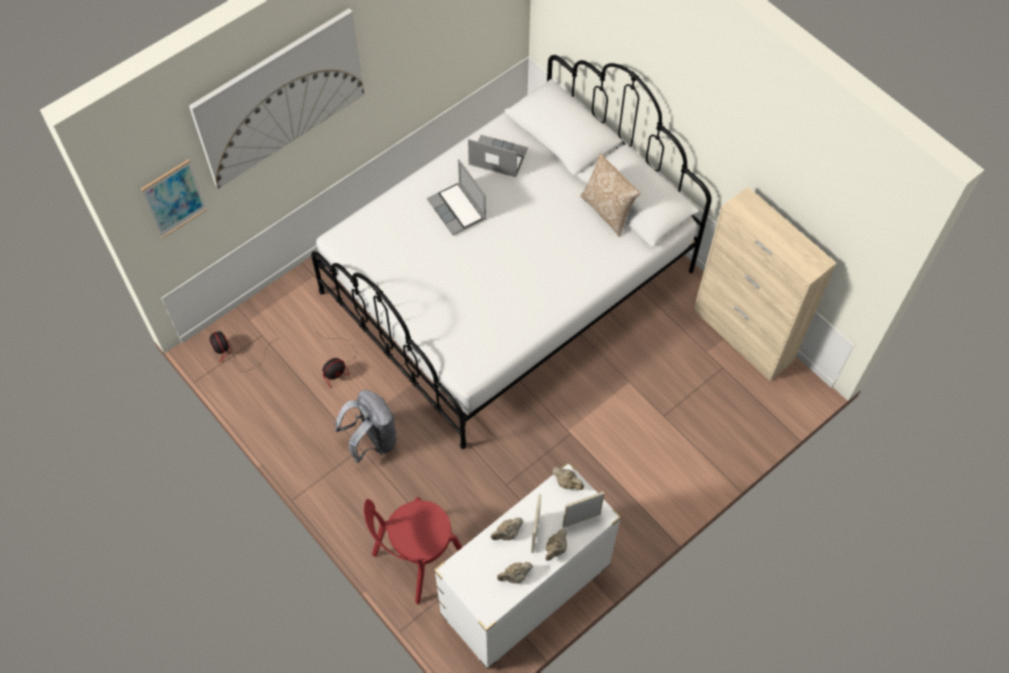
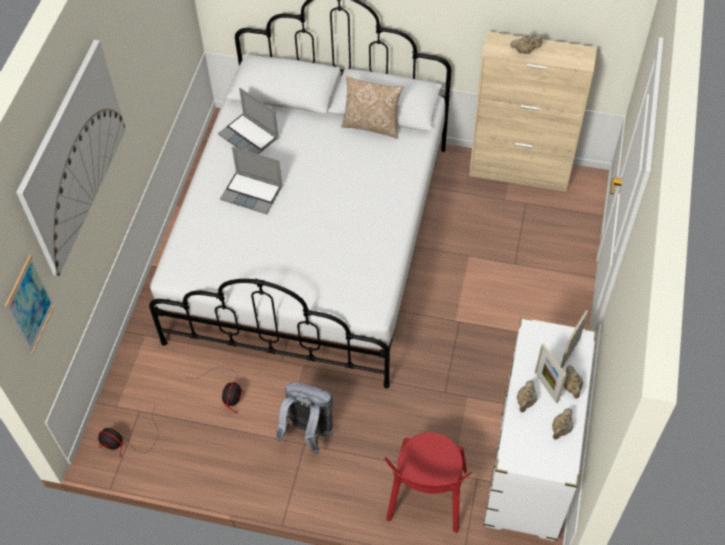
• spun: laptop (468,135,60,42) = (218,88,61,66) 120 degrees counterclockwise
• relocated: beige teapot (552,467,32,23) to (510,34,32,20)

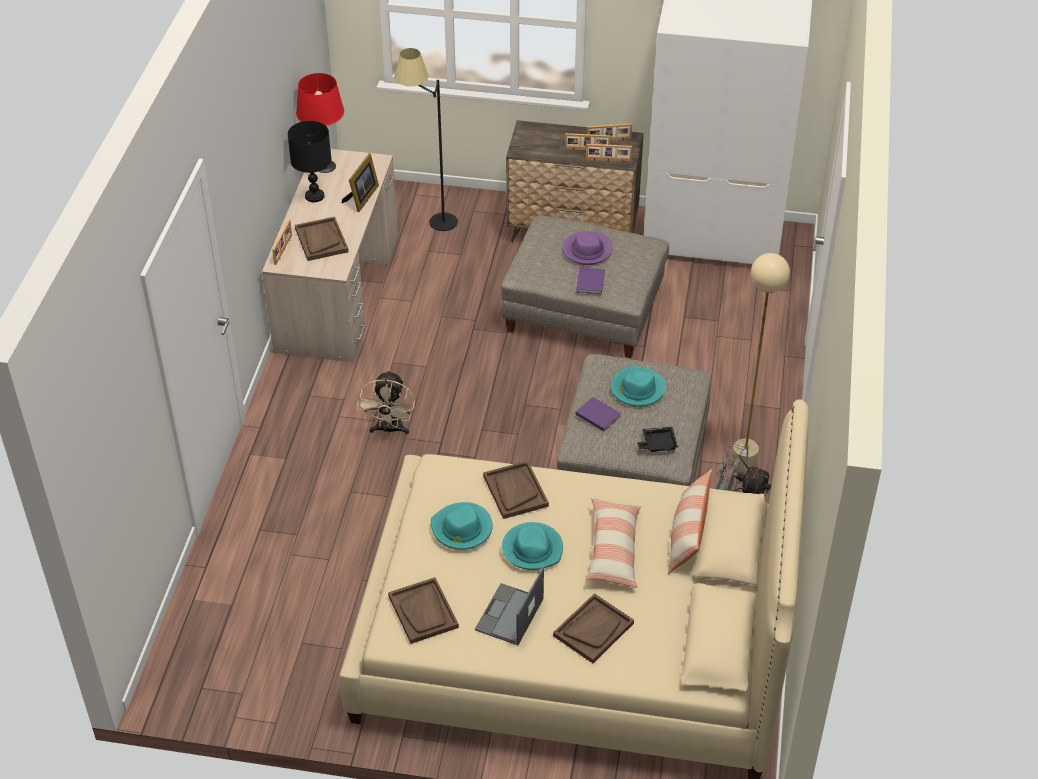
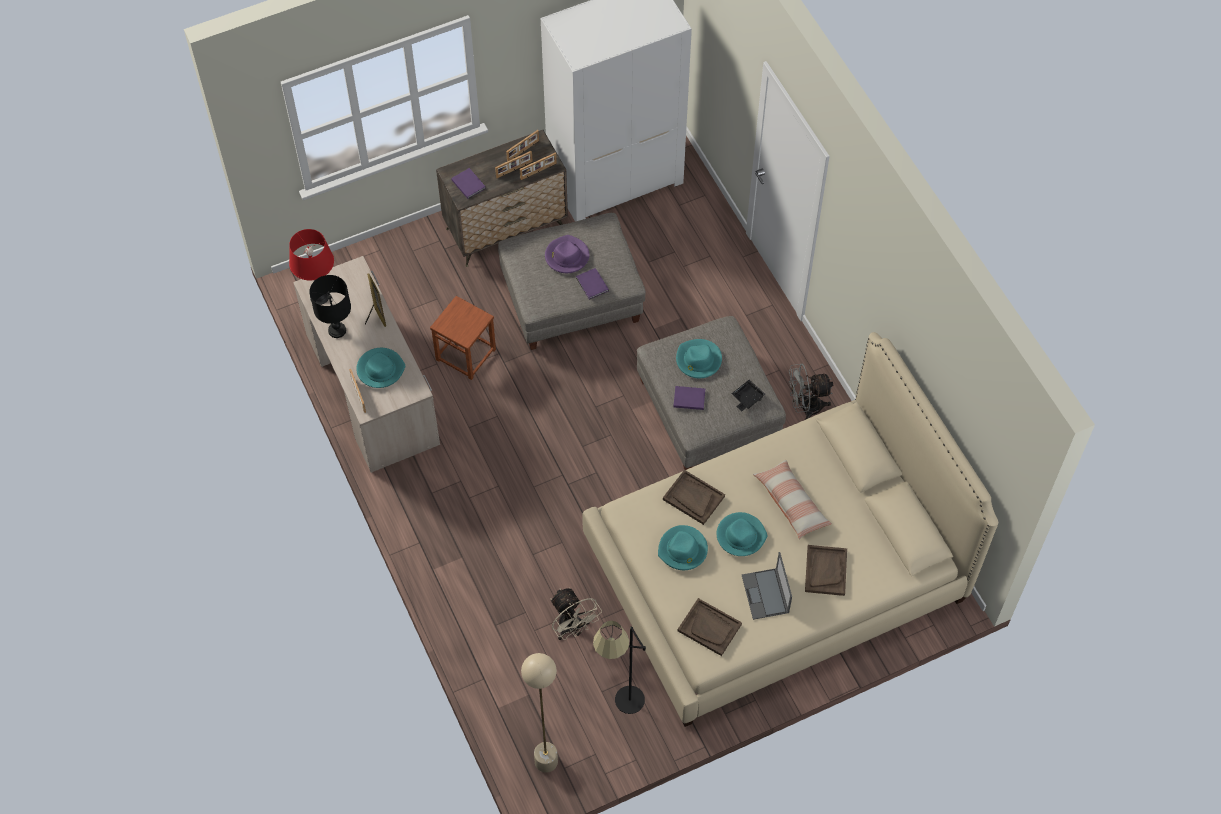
• exchanged: brown tray (295,217,54,44) to turquoise hat (356,348,49,40)
• relocated: beige fan (357,370,58,65) to (550,588,52,52)
• relocated: black floor lamp (394,48,64,183) to (593,621,53,93)
• missing: pillow (668,469,44,105)
• relocated: beige floor lamp (731,253,59,222) to (521,653,37,120)
• appeared: brown stool (430,296,66,84)
• appeared: purple book (451,168,35,31)

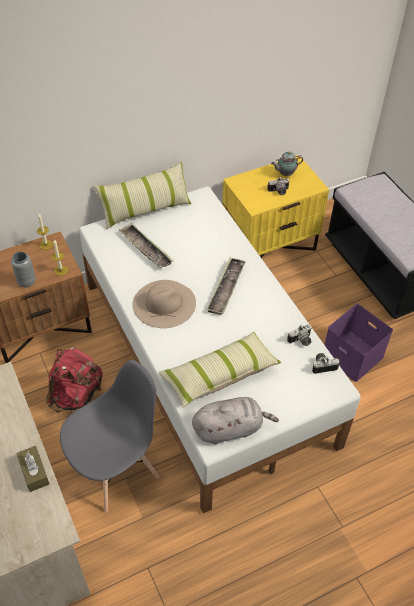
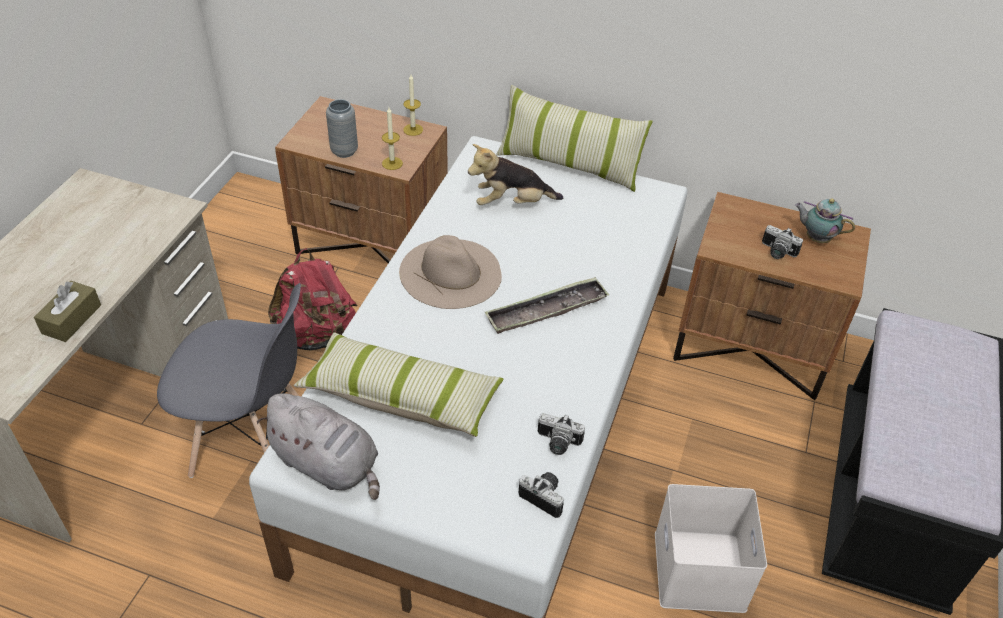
• exchanged: tray (119,223,55,45) to plush toy (468,144,95,61)
• colour: yellow nightstand (222,155,107,103) to brown nightstand (673,192,198,208)
• colour: purple storage box (324,304,69,78) to white storage box (655,484,112,129)

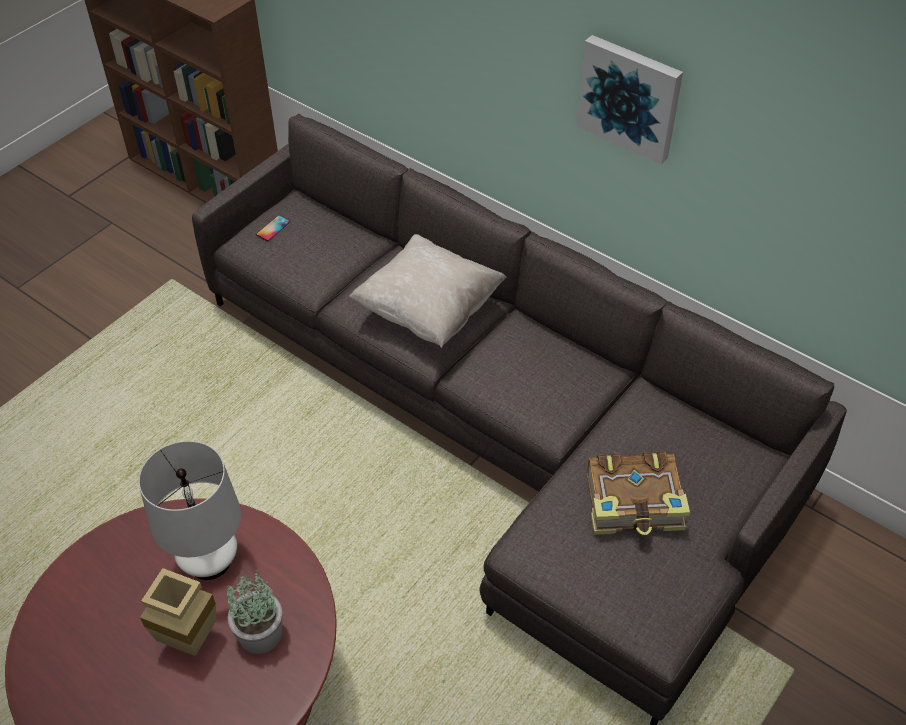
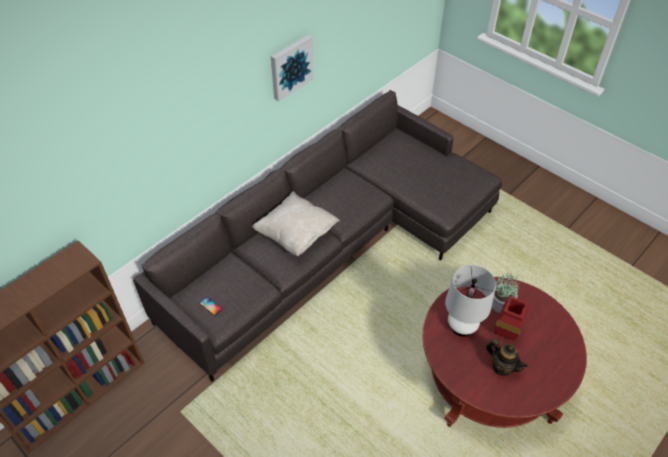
• colour: beige vase (140,568,76,88) to red vase (495,296,33,45)
• missing: book (587,451,103,84)
• appeared: teapot (486,339,42,37)

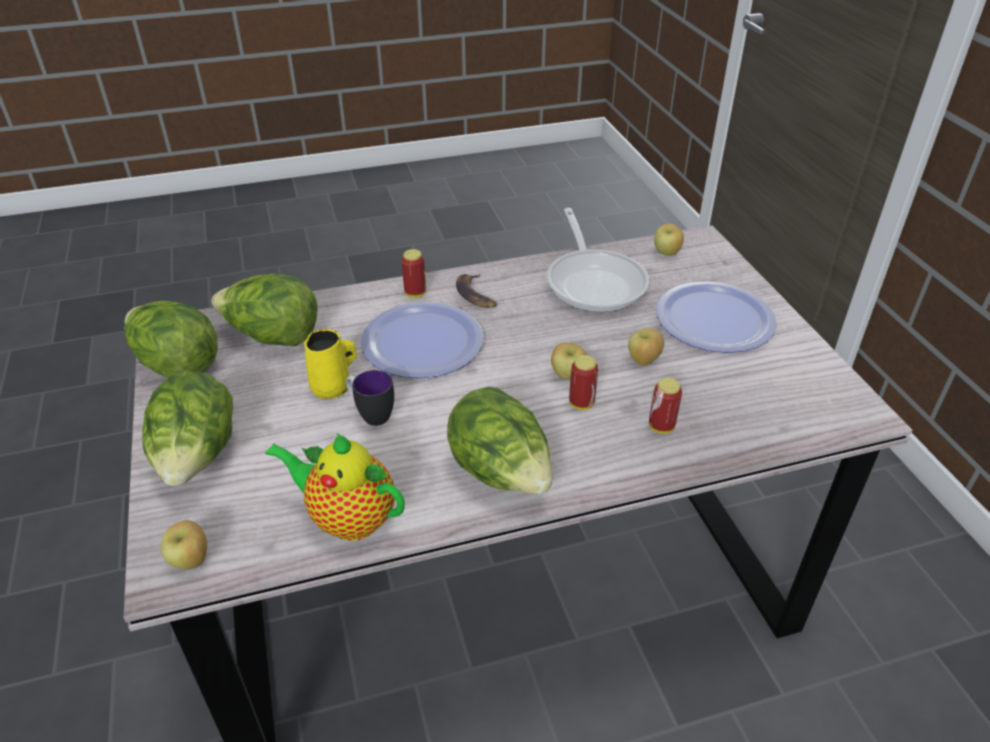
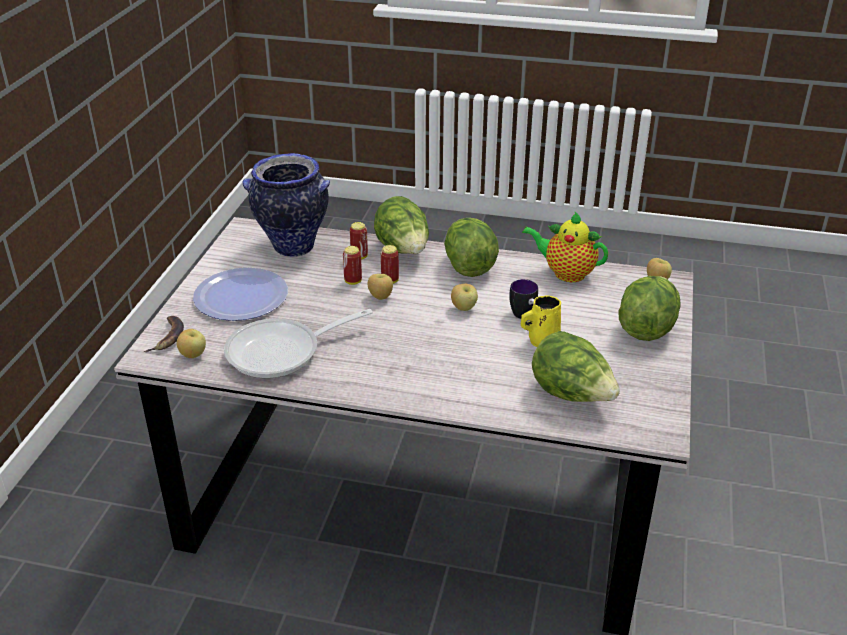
• relocated: lettuce (124,301,94,77) to (374,196,55,58)
• spun: teapot (265,433,140,108) = (522,212,86,70) 150 degrees clockwise
• missing: plate (361,302,123,76)
• relocated: can (402,249,24,49) to (343,246,19,39)
• relocated: banana (456,274,41,34) to (144,316,40,36)
• spun: frying pan (546,208,103,104) = (224,309,149,70) 135 degrees counterclockwise
• relocated: apple (628,328,36,38) to (451,284,27,27)
• appeared: vase (243,153,87,104)

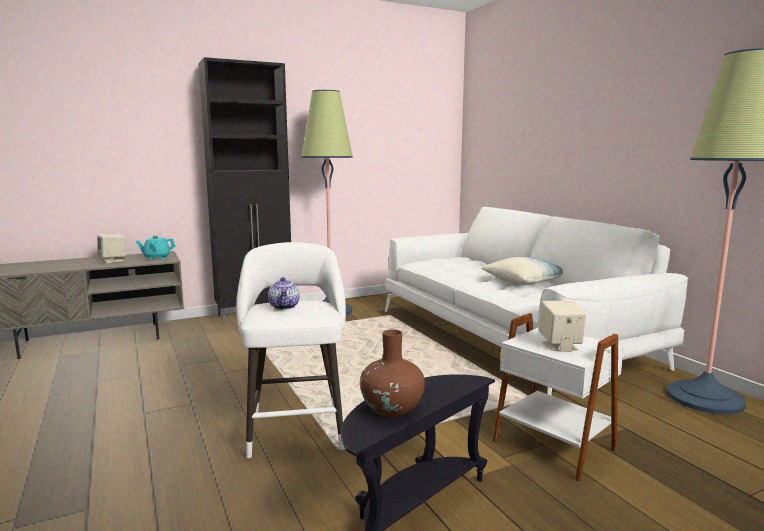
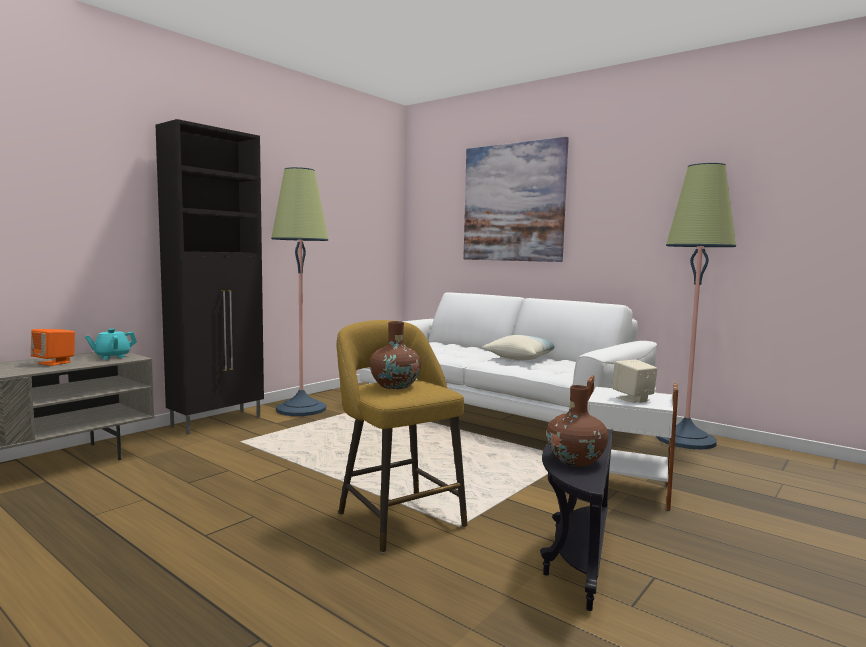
• colour: beige speaker (97,234,29,29) to orange speaker (31,329,44,37)
• colour: white stool (236,242,110,217) to yellow stool (337,320,130,233)
• exchanged: teapot (268,277,32,33) to brown vase (370,321,51,68)
• appeared: picture (463,137,106,125)

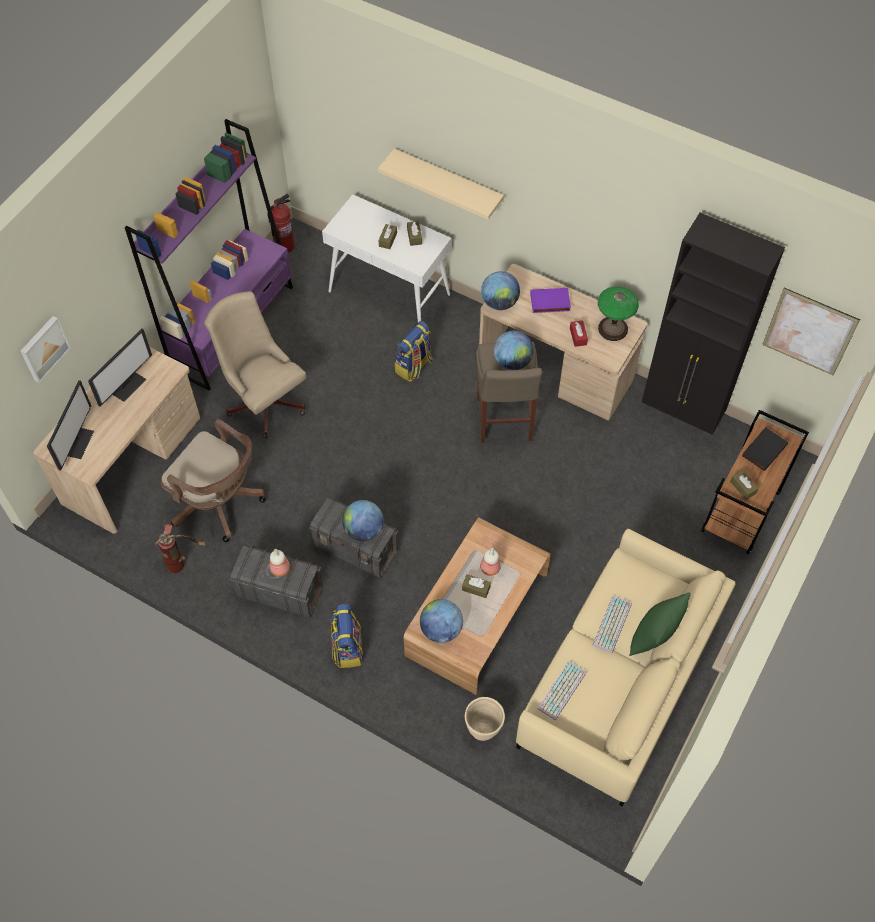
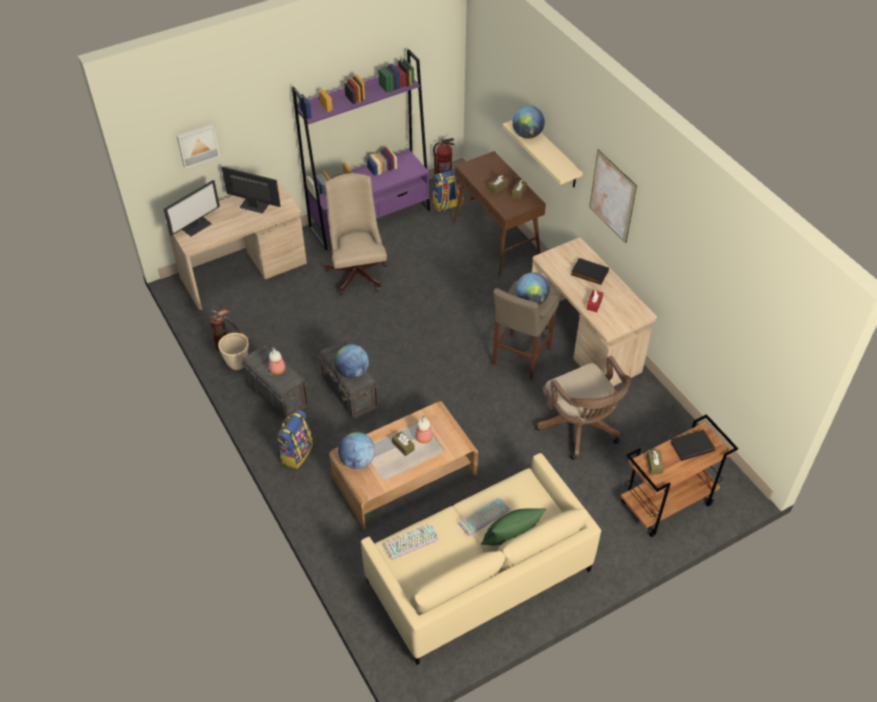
• spun: monitor (88,329,64,78) = (222,167,59,47) 135 degrees counterclockwise
• relocated: brown office chair (161,419,105,123) to (535,356,96,104)
• colour: white console table (322,194,129,129) to brown console table (453,151,93,125)
• relocated: backpack (395,321,37,61) to (433,169,31,43)
• relocated: beige planter (465,697,40,44) to (218,333,31,37)
• relocated: globe (481,271,39,39) to (512,106,33,33)
• colour: purple book (530,288,41,25) to black book (571,258,38,27)
• missing: table lamp (598,286,41,55)
• missing: black cabinet (642,213,143,228)
• relocated: picture (762,288,98,88) to (589,150,48,93)

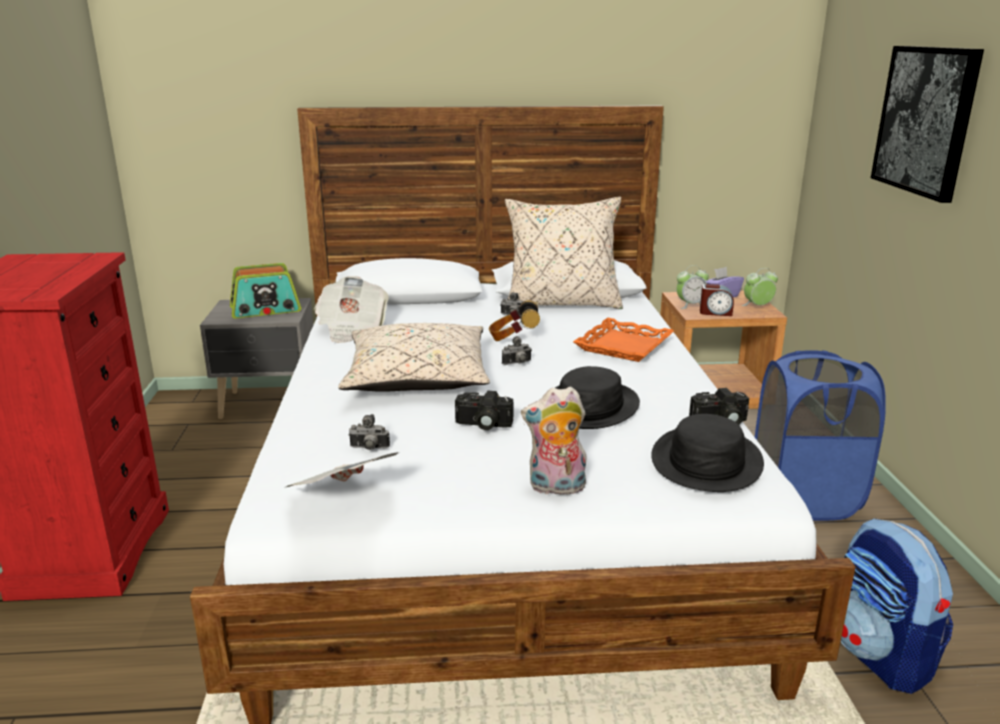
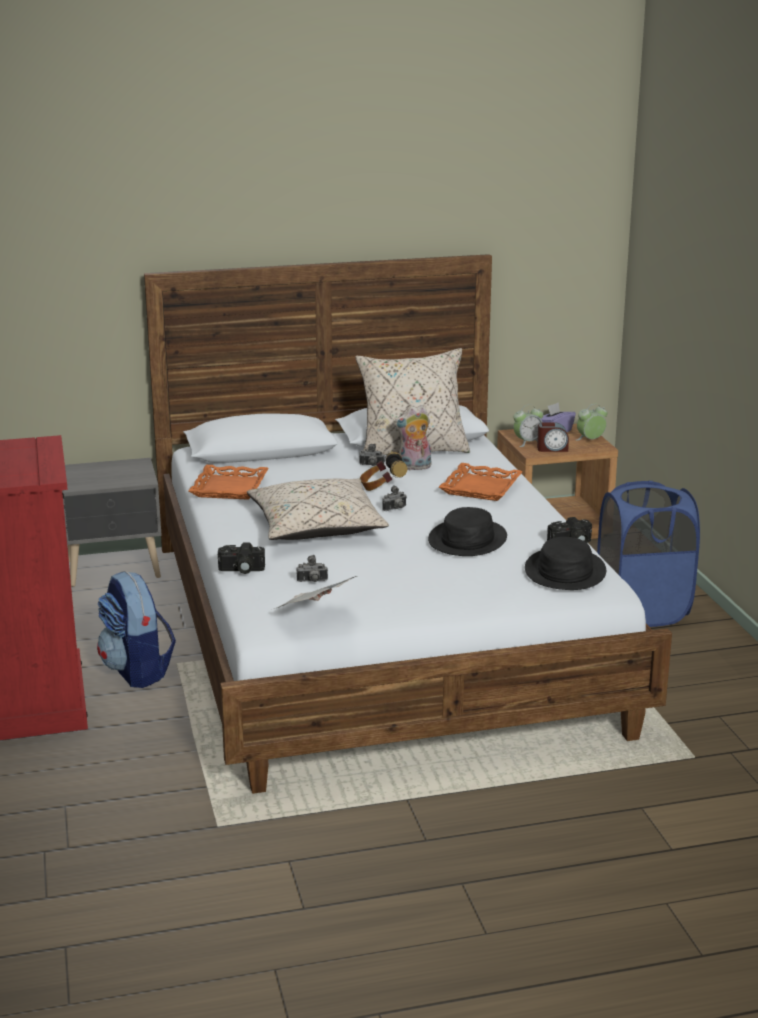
• missing: radio (230,263,71,55)
• exchanged: newspaper (314,276,75,67) to orange tray (189,465,80,35)
• relocated: photo camera (455,391,59,39) to (218,543,47,31)
• relocated: plush toy (521,386,66,109) to (394,405,37,65)
• relocated: backpack (841,518,112,176) to (97,571,79,117)
• missing: picture (871,46,113,157)

